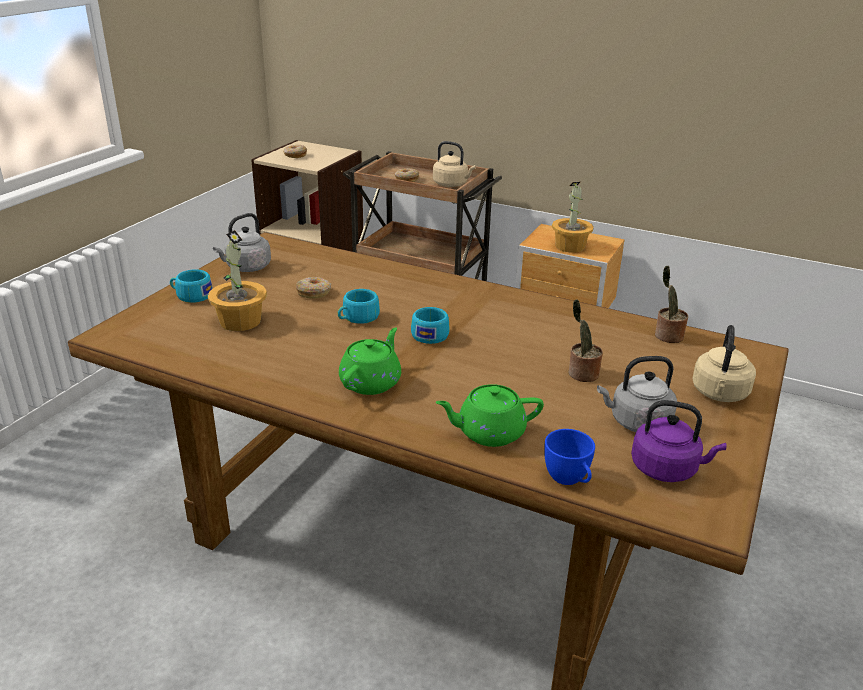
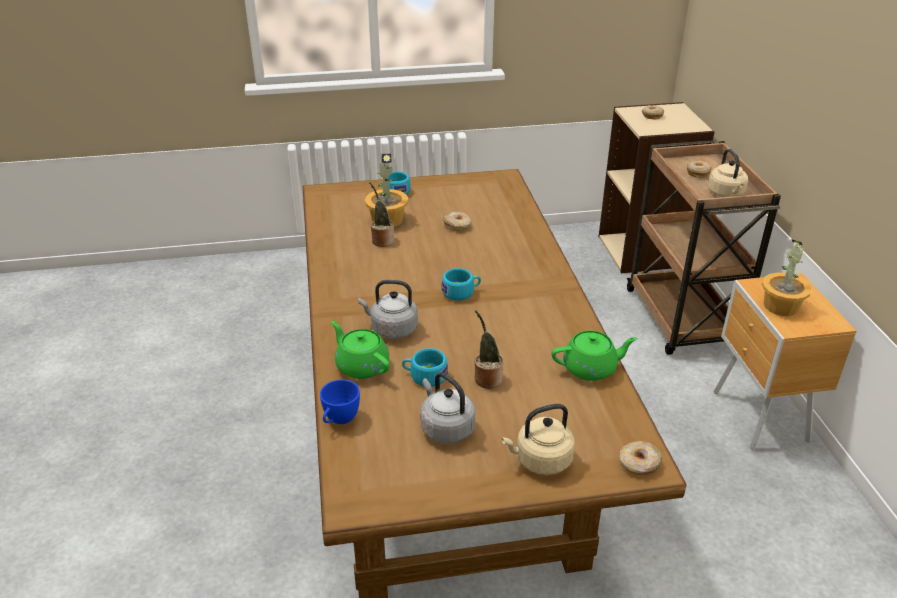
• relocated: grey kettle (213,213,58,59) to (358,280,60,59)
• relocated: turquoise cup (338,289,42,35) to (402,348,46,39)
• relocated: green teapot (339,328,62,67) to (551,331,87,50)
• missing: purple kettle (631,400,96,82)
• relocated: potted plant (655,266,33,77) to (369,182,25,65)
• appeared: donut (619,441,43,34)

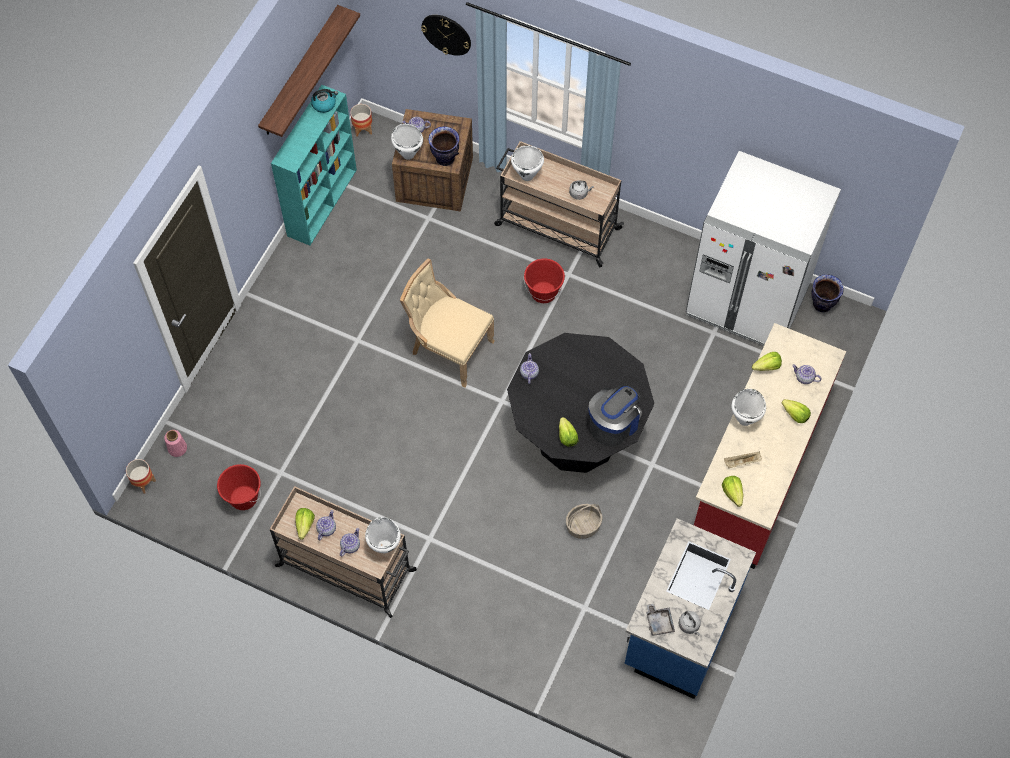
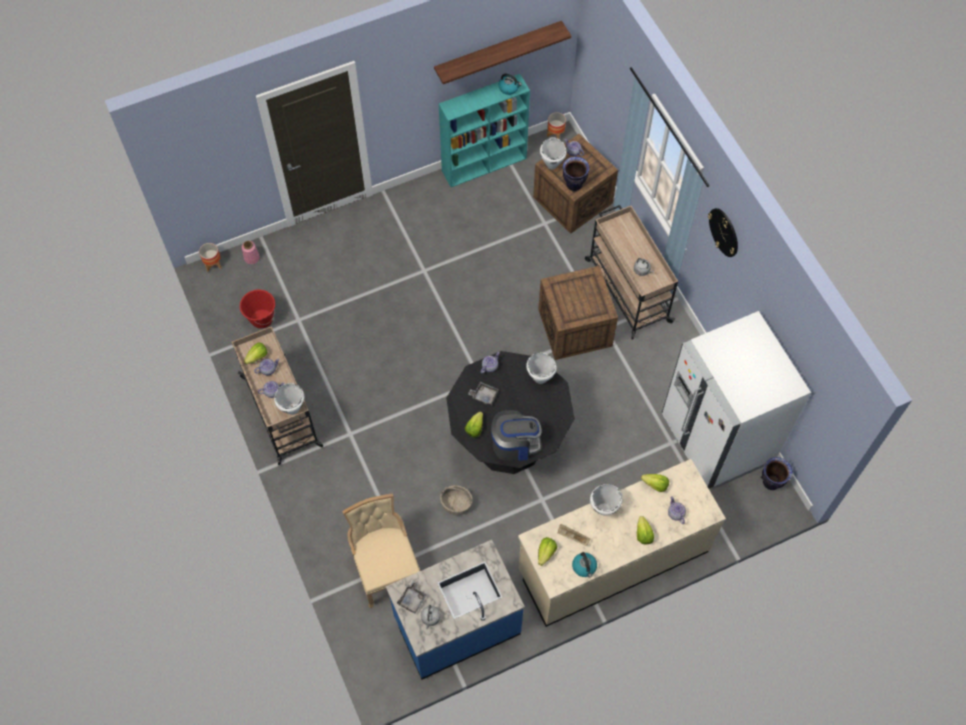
• relocated: beige chair (400,258,95,130) to (342,494,78,114)
• relocated: wall clock (421,15,50,41) to (708,208,30,49)
• relocated: white cooking pot (511,145,33,36) to (526,353,31,31)
• exchanged: red bucket (524,258,41,45) to crate (538,266,80,94)
• colour: red counter (694,323,152,246) to beige counter (518,459,208,168)
• appeared: grey tray (468,382,31,23)
• appeared: kettle (572,552,25,26)

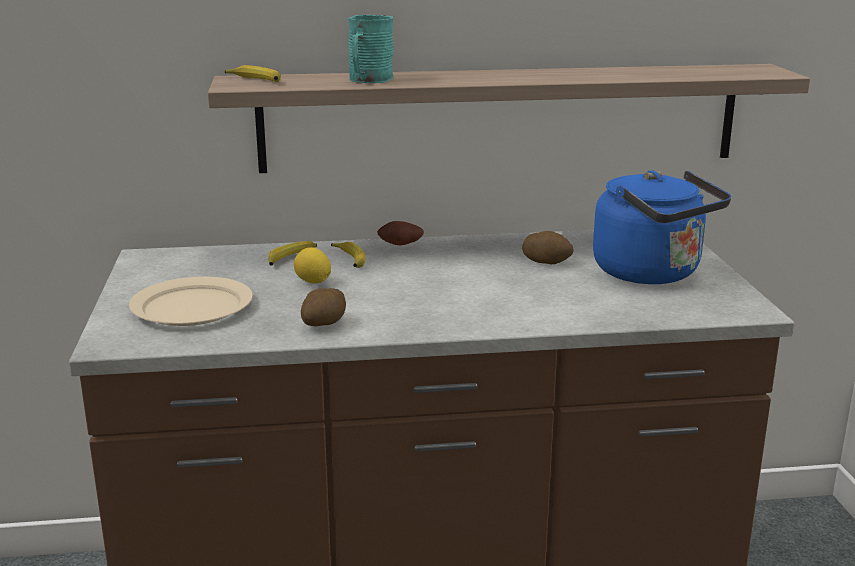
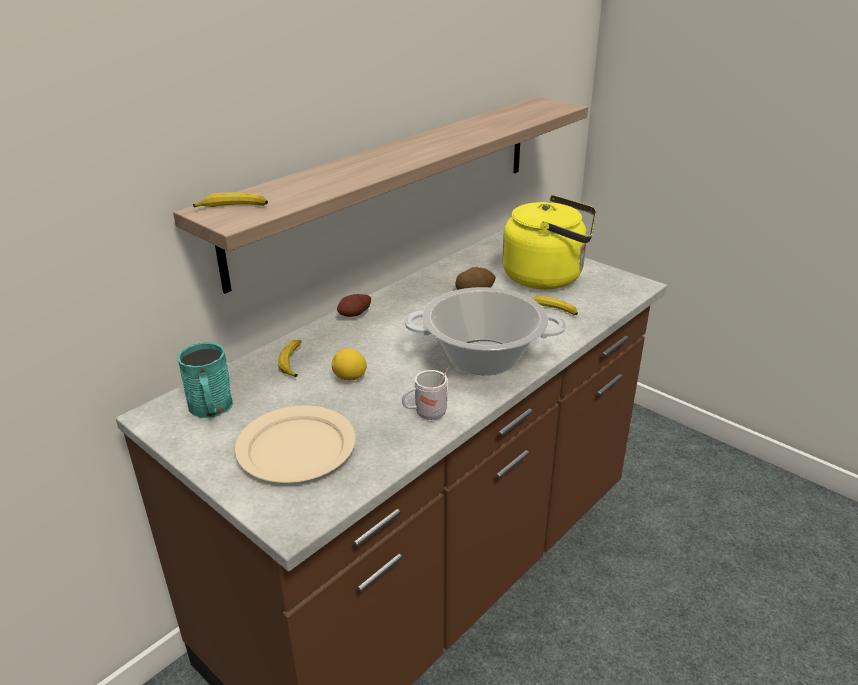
• exchanged: potato (301,288,45,38) to white mug (402,366,48,54)
• relocated: banana (331,242,34,26) to (531,296,47,19)
• relocated: turquoise mug (348,15,46,68) to (178,342,55,76)
• colour: blue kettle (593,170,138,114) to yellow kettle (502,195,94,94)
• appeared: cooking pot (404,287,162,88)

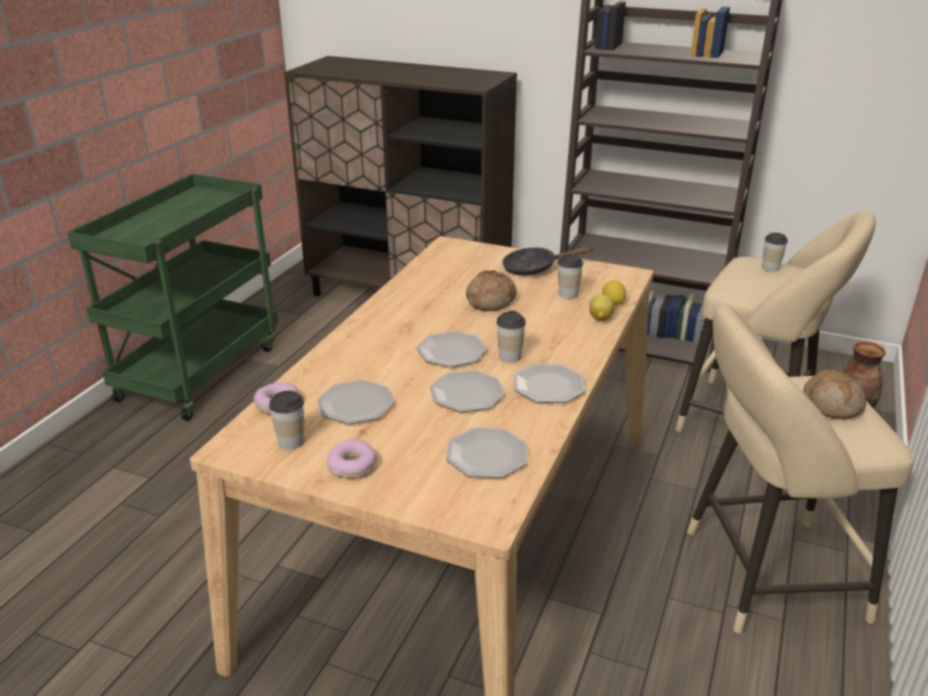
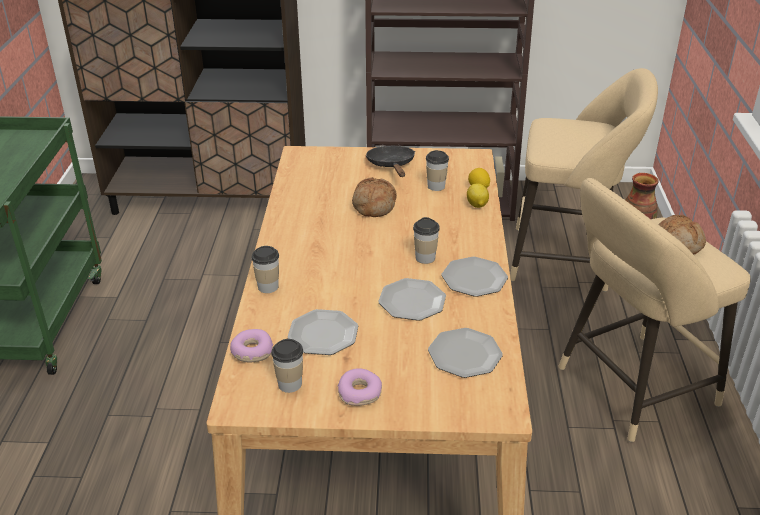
• missing: plate (417,331,70,36)
• spun: black frying pan (502,246,92,30) = (366,146,49,31) 105 degrees clockwise
• relocated: cup (762,233,26,39) to (251,246,28,47)

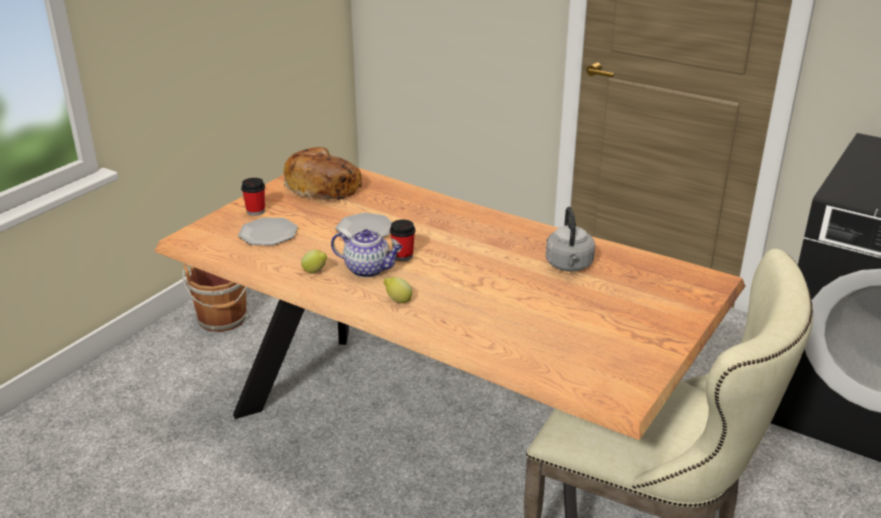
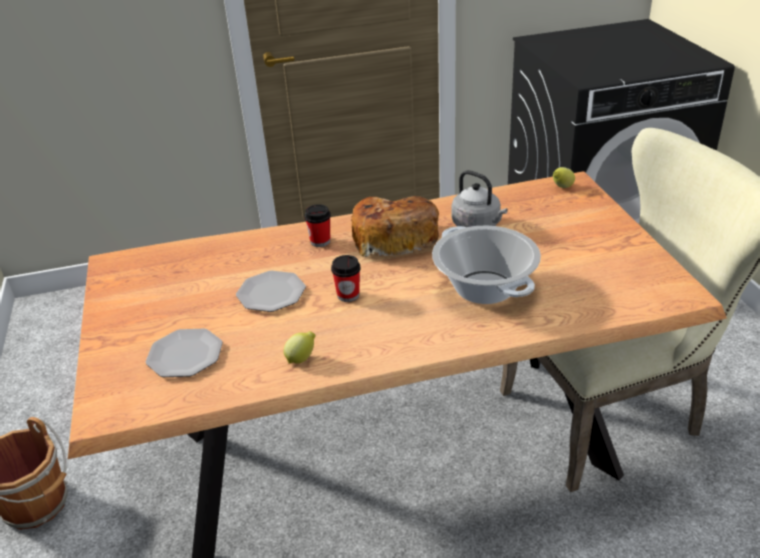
• relocated: cup (241,178,24,38) to (304,204,27,43)
• relocated: bread (284,147,78,54) to (351,196,88,62)
• missing: teapot (331,229,72,49)
• relocated: lemon (383,277,29,26) to (553,167,22,21)
• appeared: cooking pot (432,226,109,78)

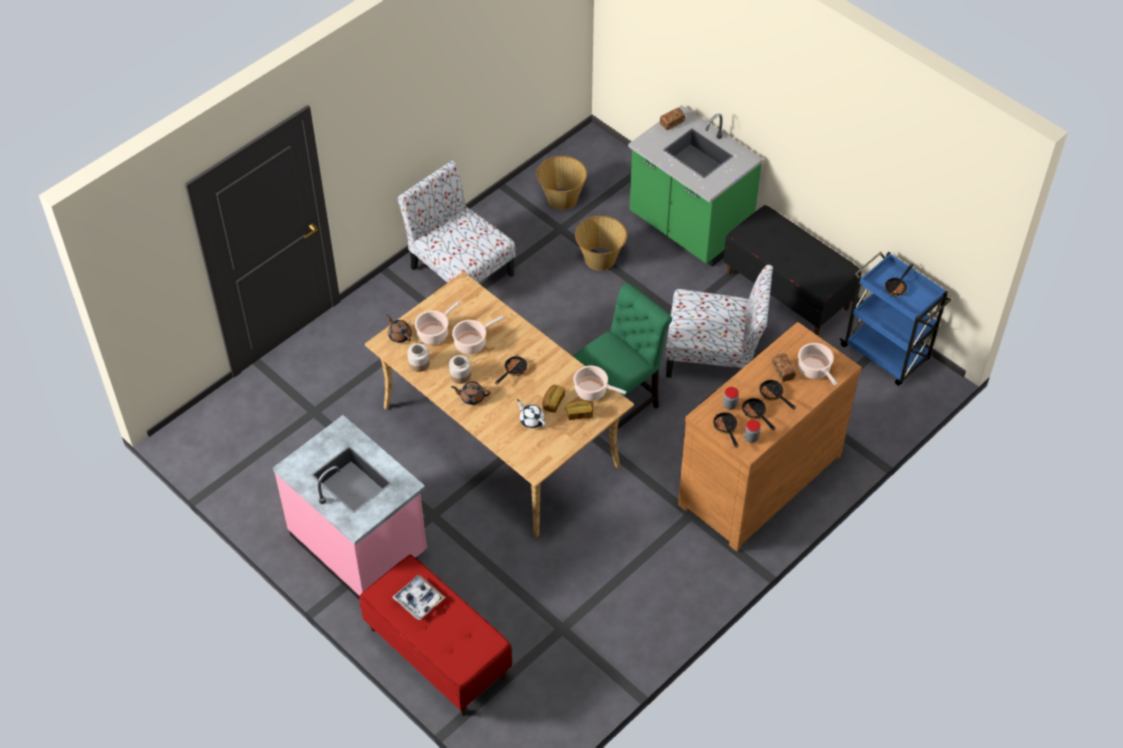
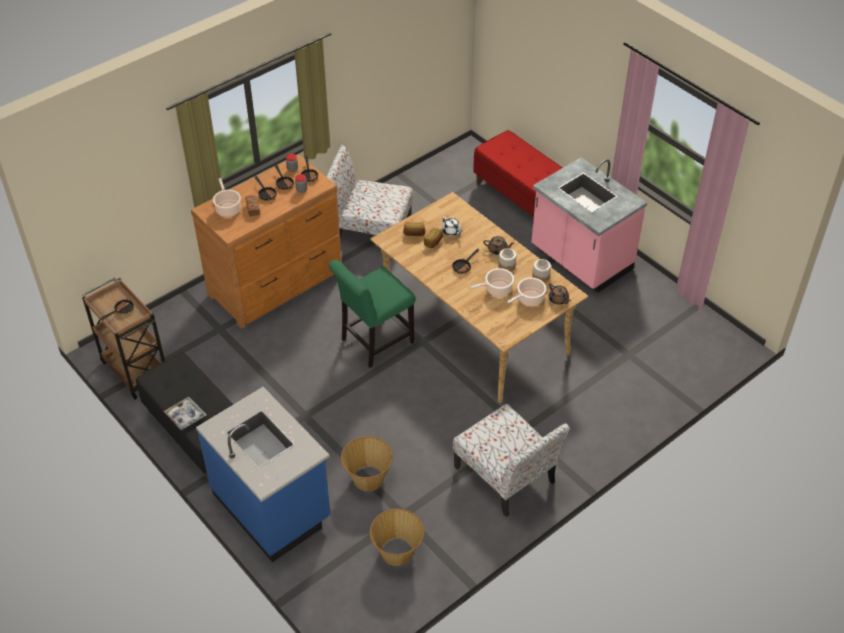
• relocated: tray (392,575,53,45) to (164,397,42,34)
• missing: cooking pot (573,366,53,35)
• colour: green counter (628,105,135,162) to blue counter (196,387,134,175)
• missing: bread (660,108,25,22)
• relocated: chair (665,265,108,113) to (326,145,87,94)
• colour: blue cart (839,252,113,134) to brown cart (82,277,83,122)

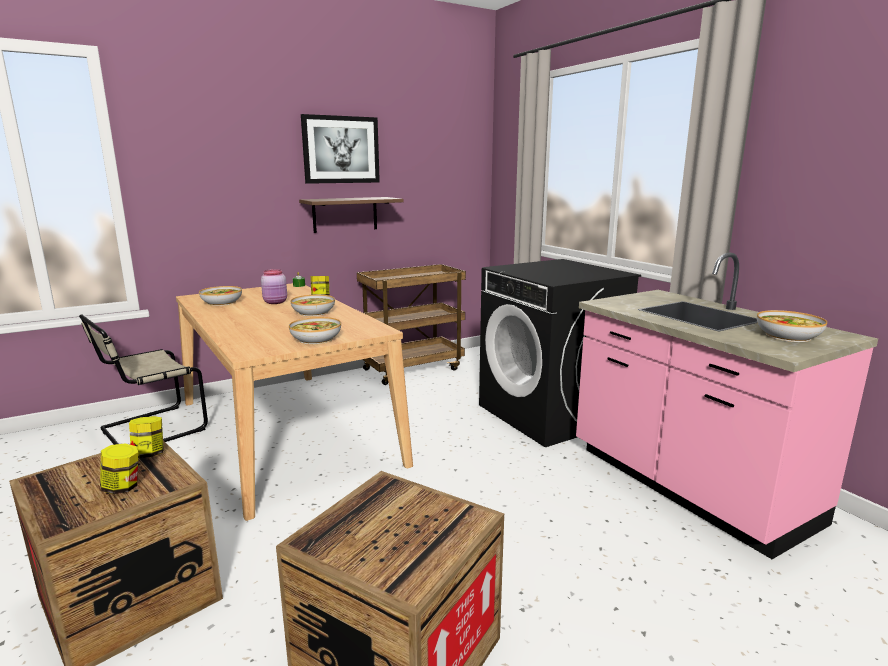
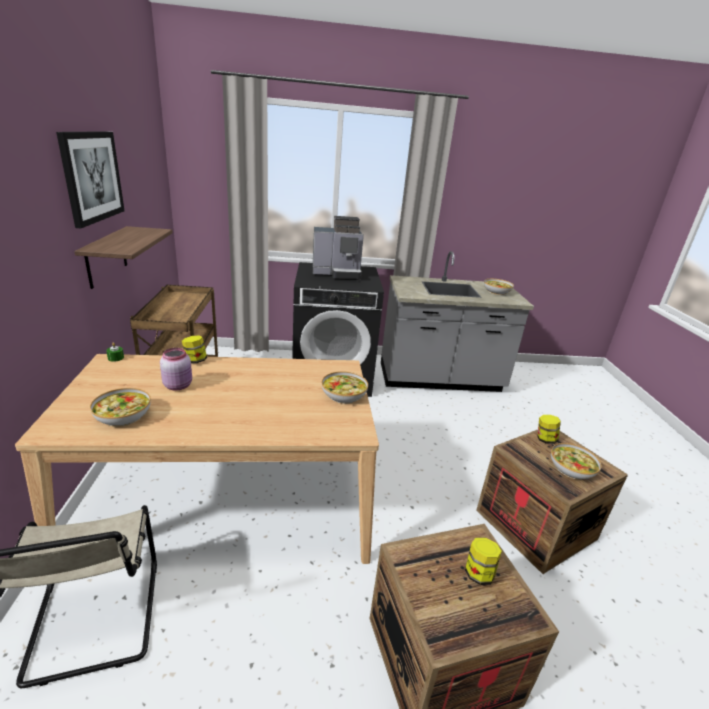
• relocated: jar (129,416,35,42) to (537,415,24,29)
• relocated: bowl (291,295,44,21) to (551,443,51,37)
• colour: pink counter (576,252,302,307) to grey counter (381,251,153,141)
• appeared: coffee machine (313,216,51,64)

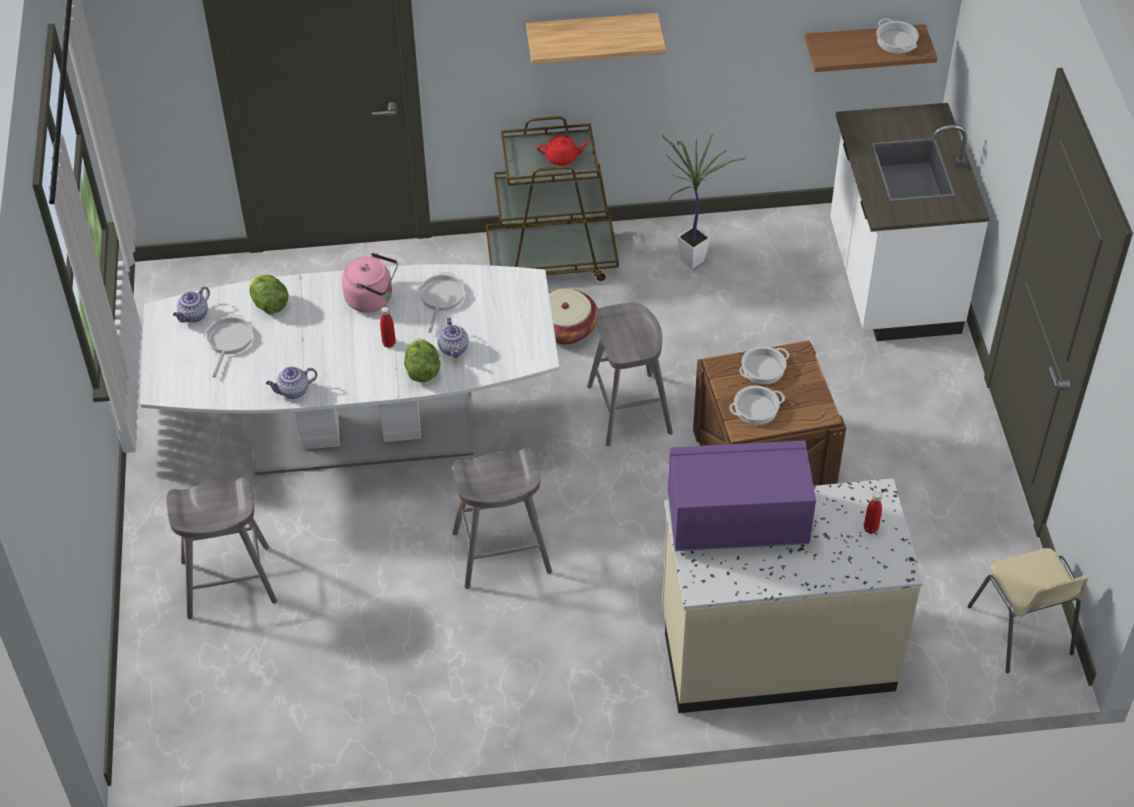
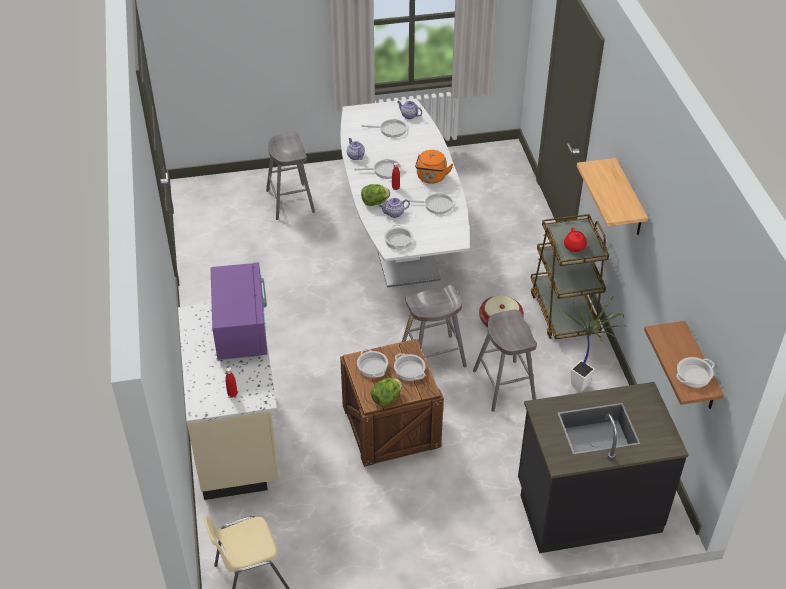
• relocated: lettuce (249,275,39,39) to (371,378,31,28)
• colour: pink kettle (342,253,56,60) to orange kettle (415,150,38,34)
• relocated: grey stool (453,448,99,141) to (473,310,64,102)
• colour: white counter (830,103,160,238) to black counter (518,382,171,171)
• appeared: frying pan (354,159,50,20)
• appeared: cooking pot (384,225,29,25)

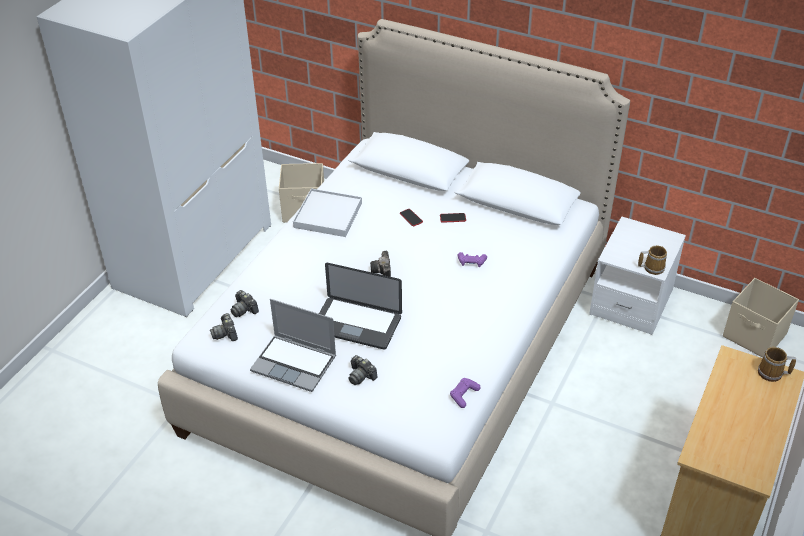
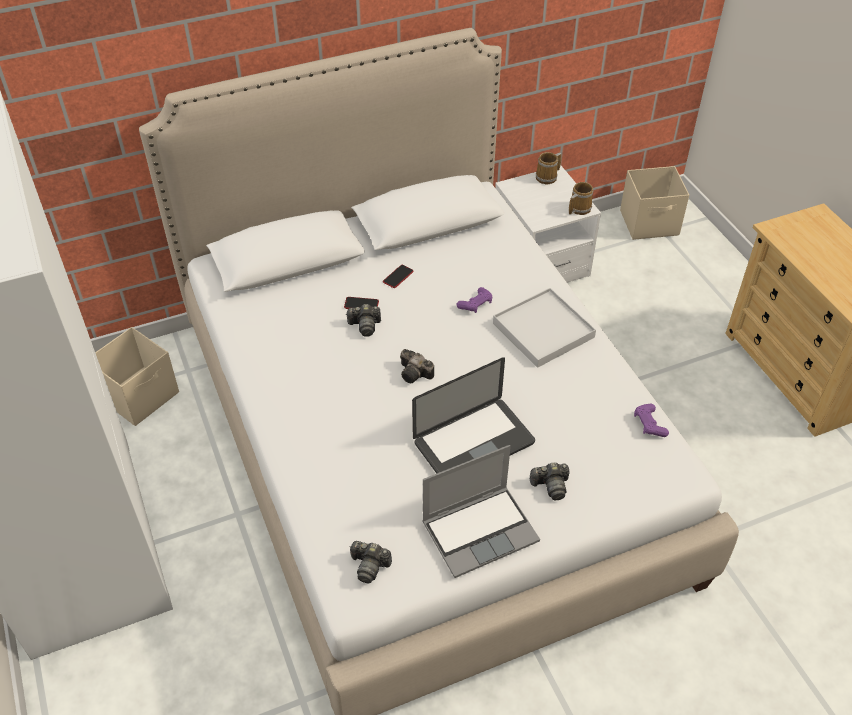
• relocated: photo camera (230,290,29,27) to (346,304,35,33)
• relocated: white tray (293,188,69,49) to (493,288,103,80)
• relocated: mug (758,347,38,35) to (536,152,25,32)

